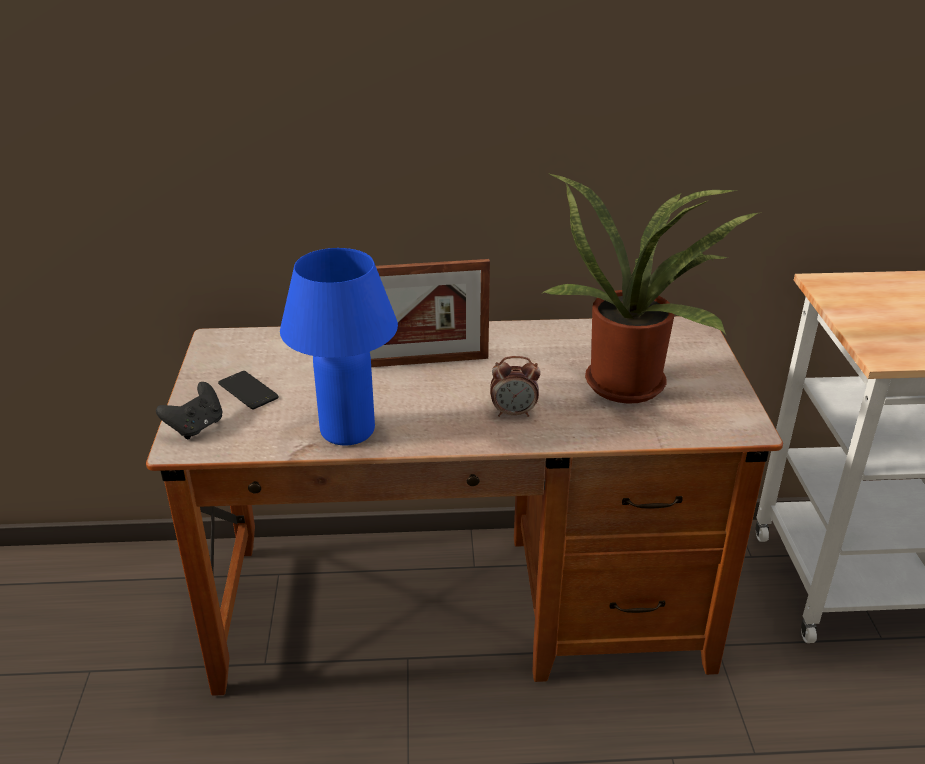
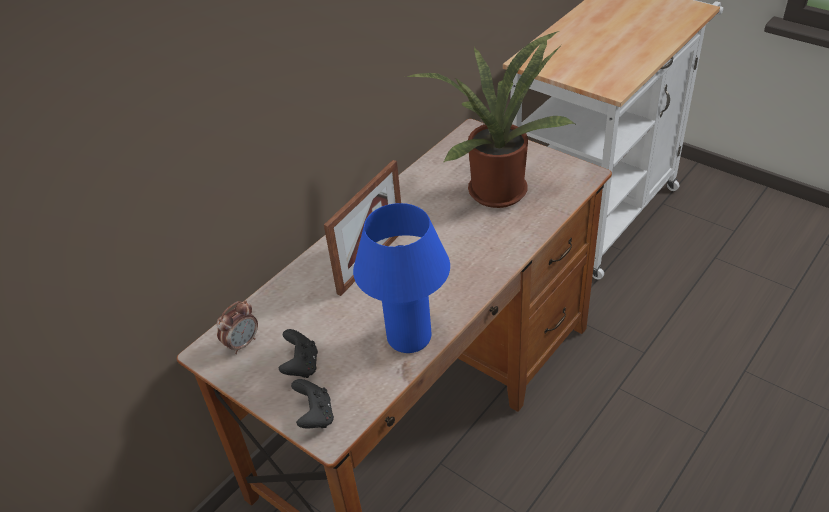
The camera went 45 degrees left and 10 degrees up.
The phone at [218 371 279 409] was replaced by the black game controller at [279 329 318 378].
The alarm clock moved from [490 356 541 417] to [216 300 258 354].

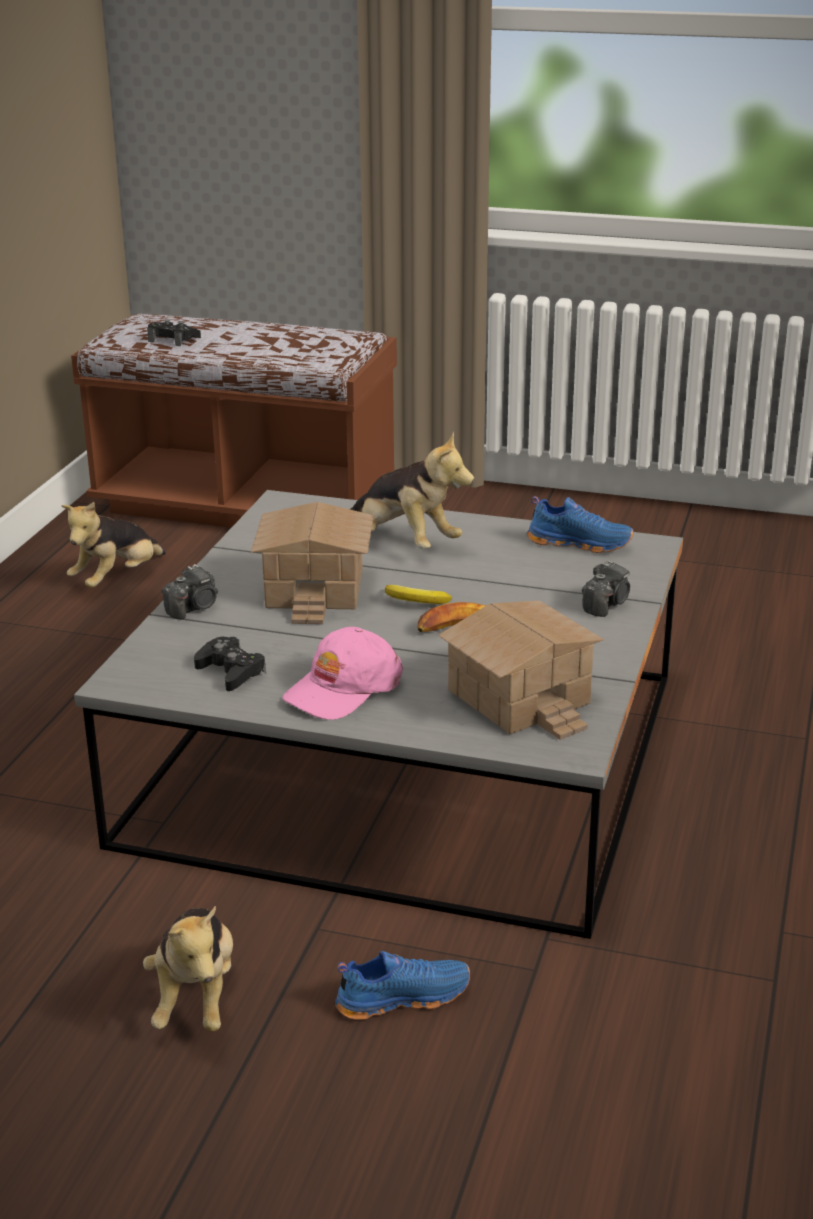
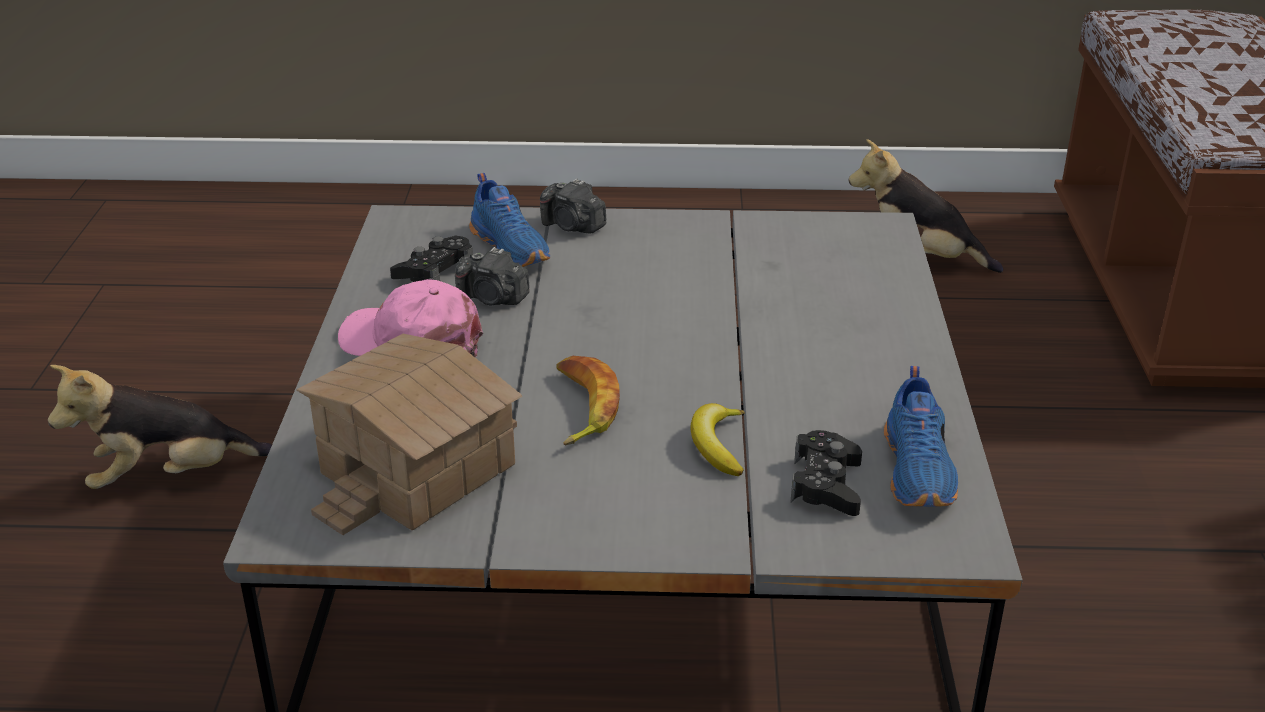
The camera went 75 degrees right and 5 degrees up.
The black game controller moved from [147 319 201 346] to [790 430 862 516].
The toy house at [251 502 374 624] disappeared.
The blue shoe moved from [335 951 470 1020] to [469 173 550 267].
The plush toy at [350 432 474 549] disappeared.
The banana moved from [385 585 452 604] to [690 403 745 476].
The photo camera moved from [582 561 630 617] to [455 247 530 305].

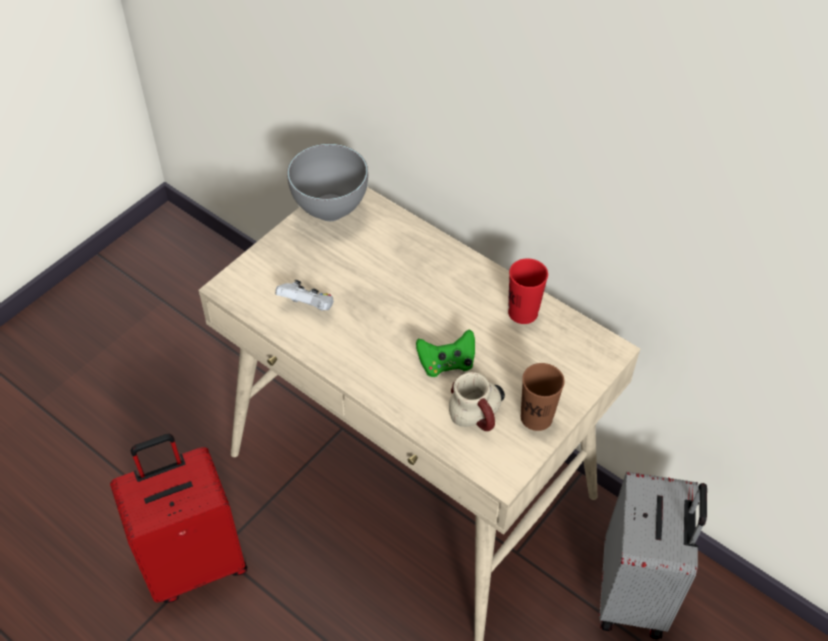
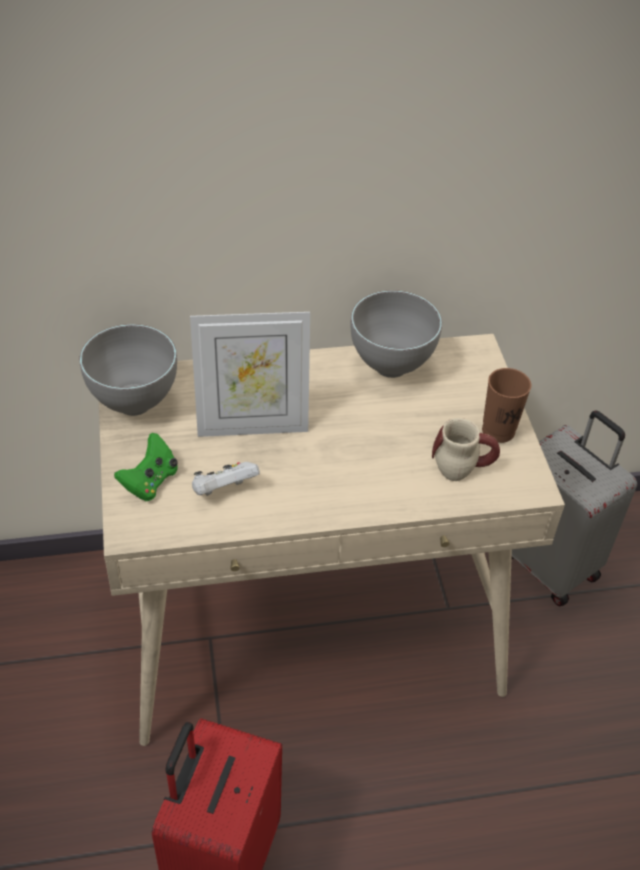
The camera went 50 degrees left and 5 degrees down.
The green game controller moved from [416 329 475 377] to [114 433 178 501].
The red cup at [508 258 548 324] was replaced by the grey bowl at [350 290 442 378].
The picture frame at [190 312 310 437] appeared.

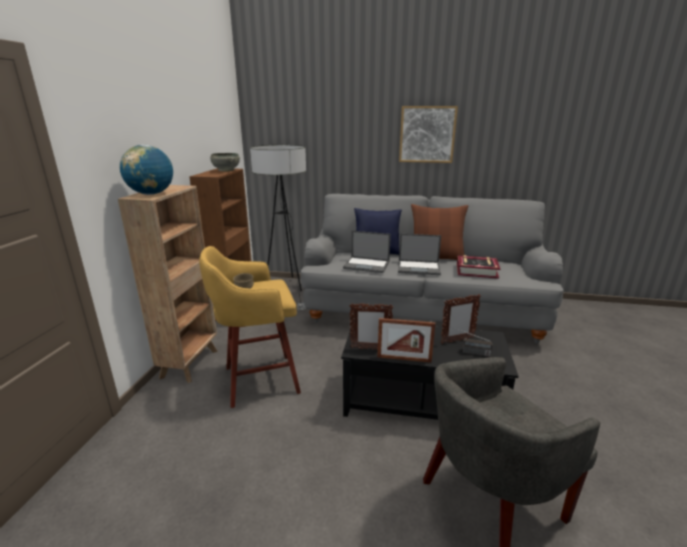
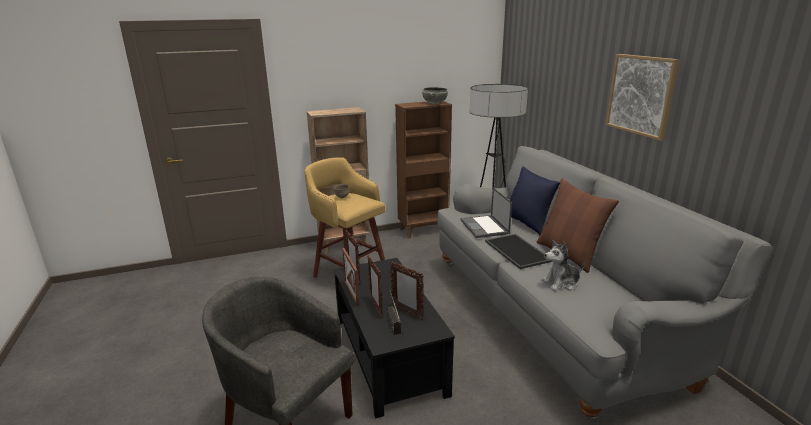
The camera went 60 degrees right and 0 degrees up.
The globe at [119 145 173 195] disappeared.
The laptop at [398 234 441 275] was replaced by the tray at [485 234 553 269].
The book at [457 255 500 279] was replaced by the plush toy at [541 240 585 291].
The picture frame at [367 255 383 318] appeared.

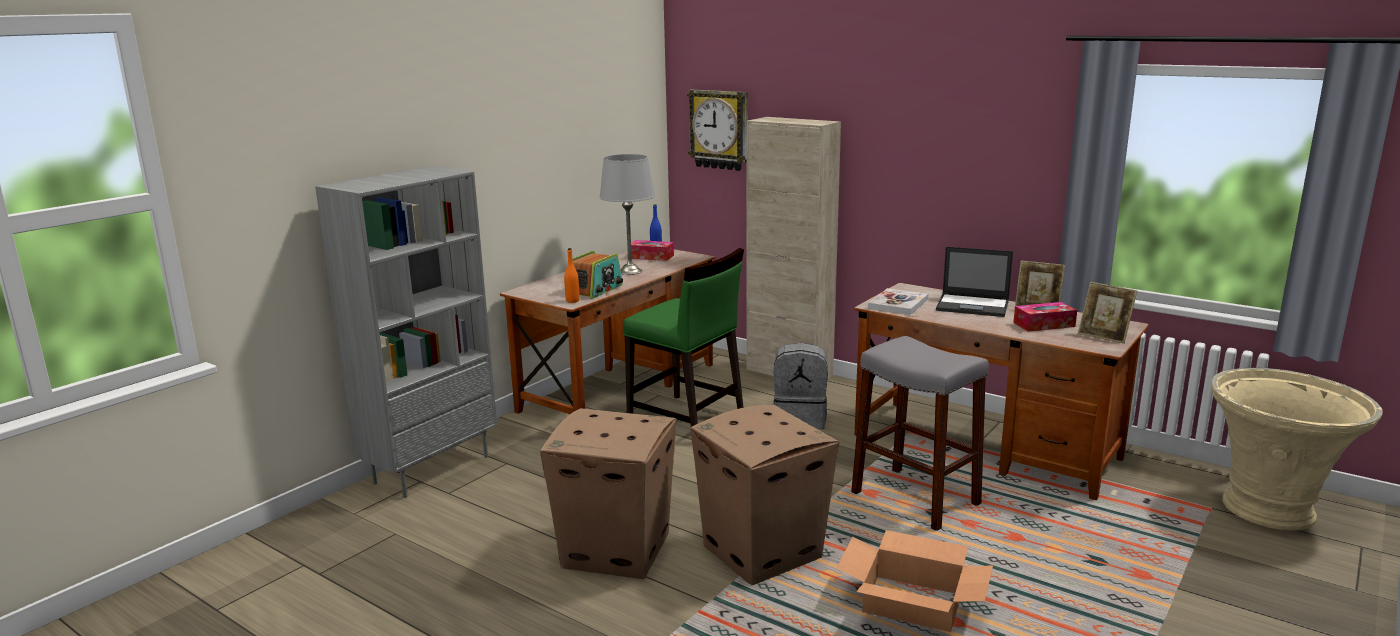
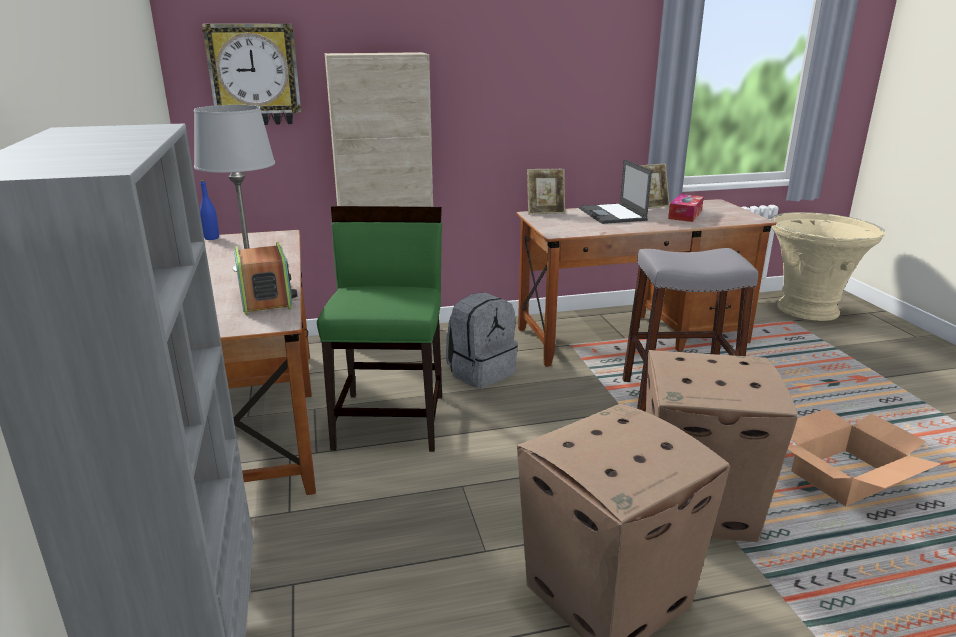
The camera went 50 degrees left and 5 degrees up.
The orange bottle at [564 248 580 303] disappeared.
The green chair at [623 248 744 427] turned 75 degrees counterclockwise.
The tissue box at [631 240 674 261] disappeared.
The book at [868 288 928 315] disappeared.
The laptop at [936 247 1013 317] turned 105 degrees clockwise.
The picture frame moved from [1078 282 1137 344] to [527 169 565 215].

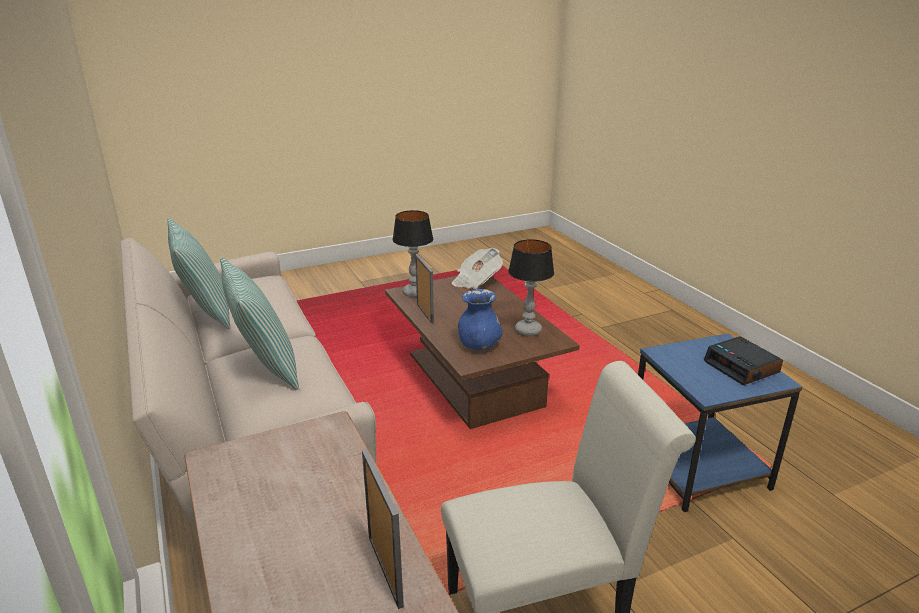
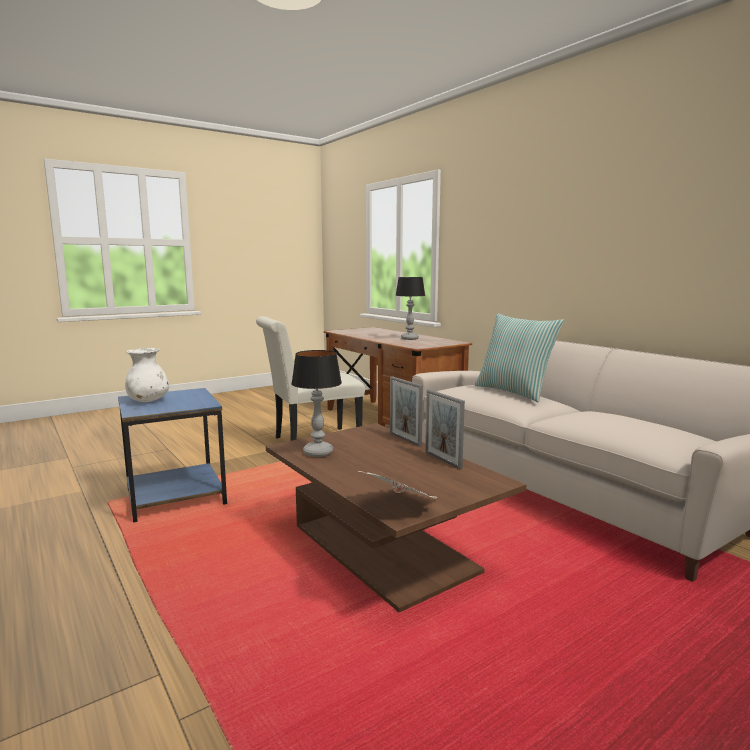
The camera went 170 degrees right and 15 degrees down.
The pillow at [167 218 230 329] disappeared.
The picture frame moved from [362 449 404 609] to [390 376 423 447].
The table lamp moved from [392 210 433 297] to [395 277 425 340].
The blue vase at [458 289 502 350] disappeared.
The alarm clock at [704 337 783 385] was replaced by the white vase at [125 348 169 402].

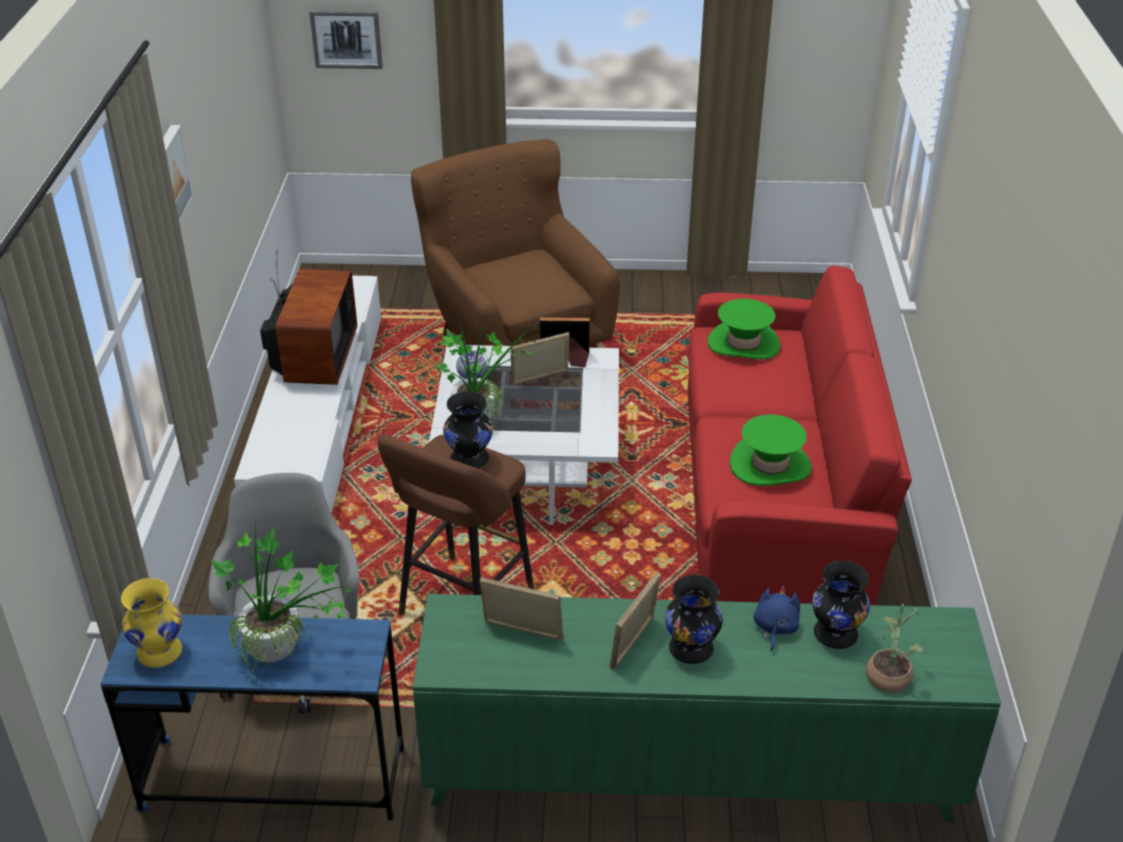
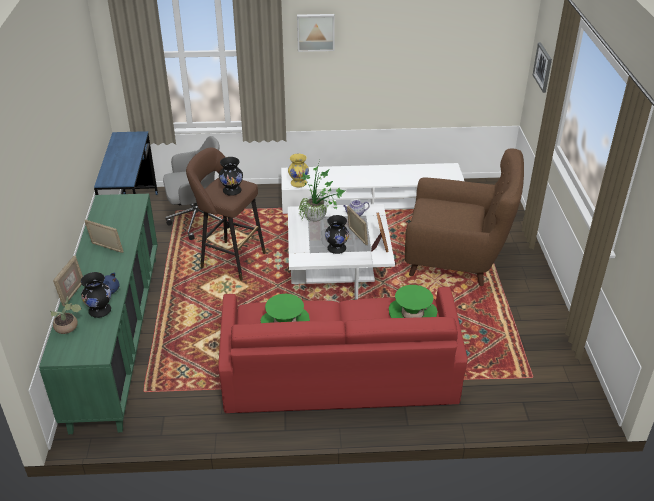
The camera went 85 degrees right and 0 degrees up.
The yellow vase moved from [121 578 182 668] to [288 154 309 187].
The potted plant at [211 519 353 671] disappeared.
The television at [260 253 357 385] disappeared.
The brown armchair at [411 139 620 348] turned 45 degrees clockwise.
The picture frame moved from [480 577 563 640] to [53 255 83 307].
The black vase moved from [665 575 723 664] to [325 215 349 254].

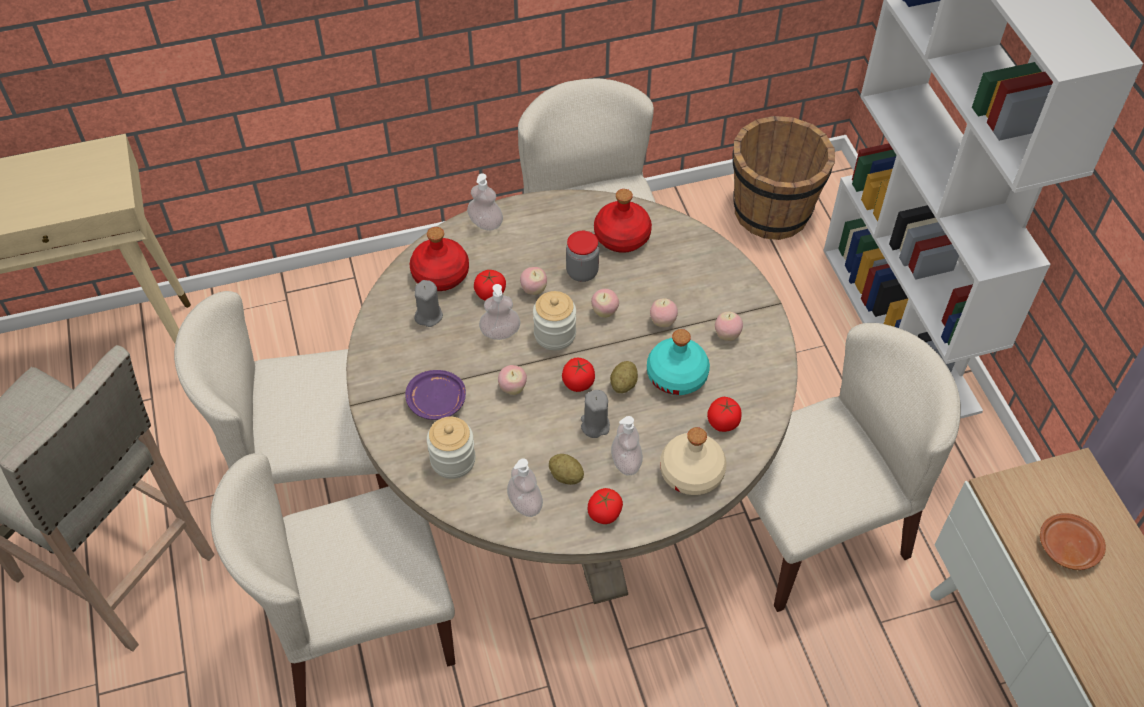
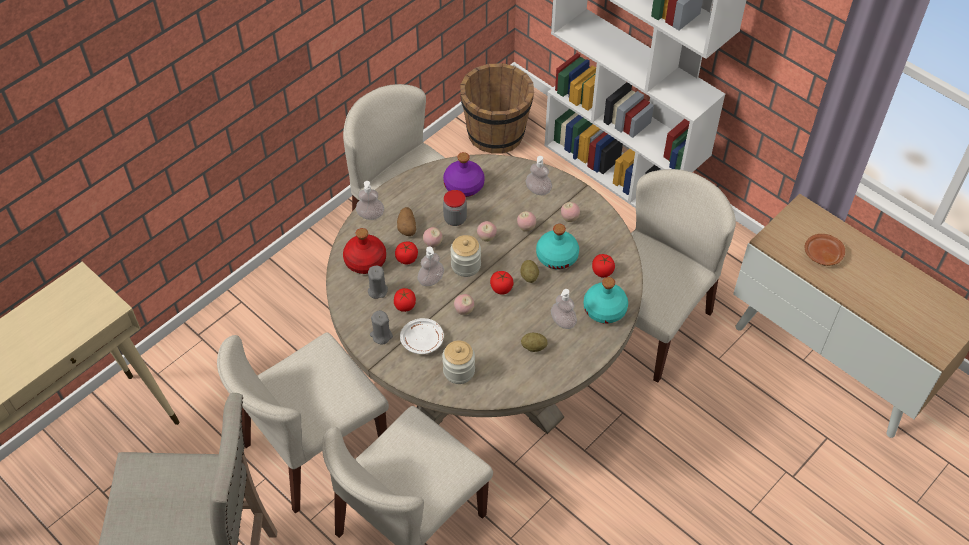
The camera went 30 degrees left and 0 degrees up.
The purple plate at [405 370 466 420] became the white plate at [400 318 444 354].
The soap dispenser moved from [507 459 543 517] to [525 156 552 195].
The grey candle moved from [581 390 610 438] to [370 310 393 344].
The tomato moved from [588 488 623 524] to [394 288 416 312].
The red bottle at [594 189 652 253] became the purple bottle at [443 152 485 197].
The beige bottle at [660 427 727 495] became the turquoise bottle at [584 277 628 323].
The potato at [397 207 416 236] appeared.

